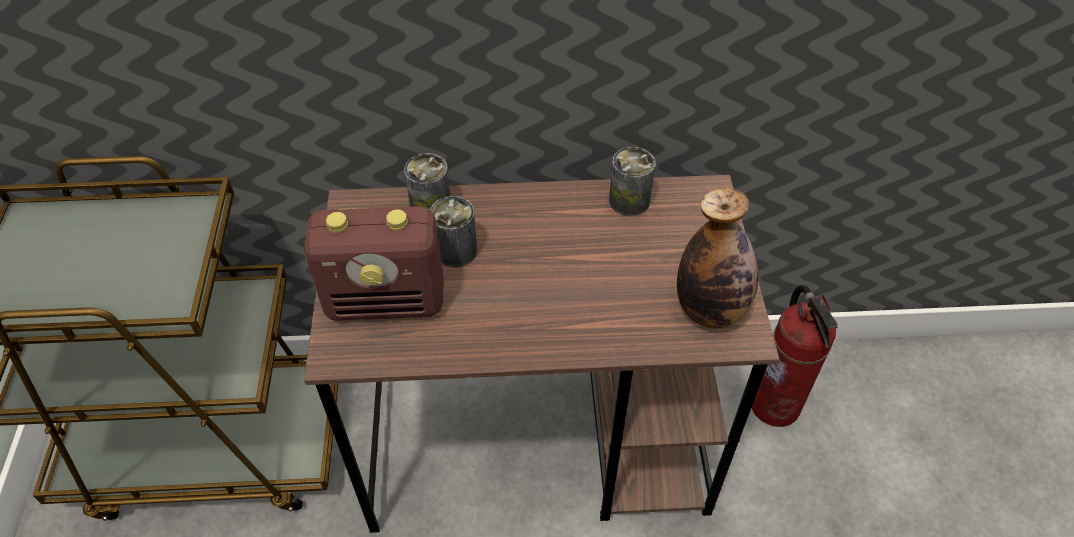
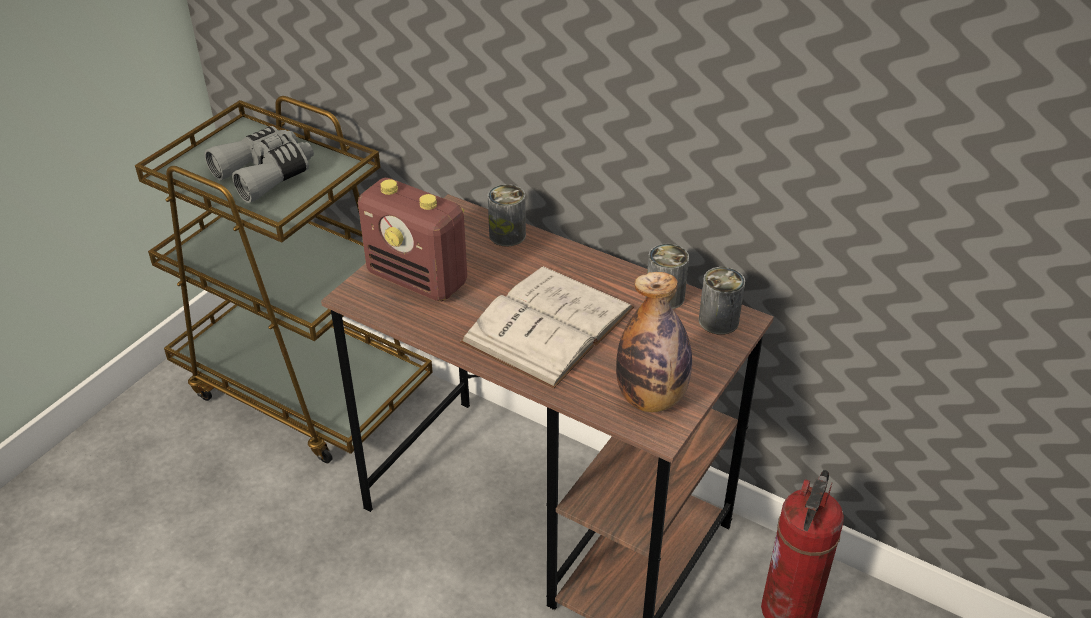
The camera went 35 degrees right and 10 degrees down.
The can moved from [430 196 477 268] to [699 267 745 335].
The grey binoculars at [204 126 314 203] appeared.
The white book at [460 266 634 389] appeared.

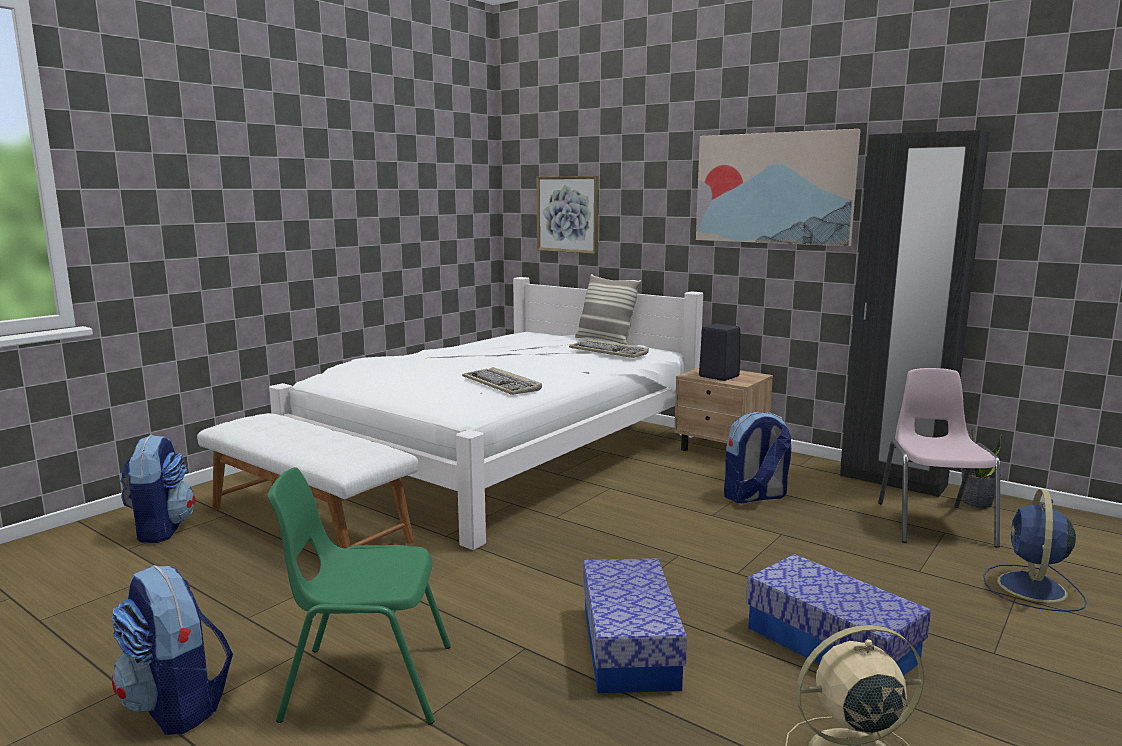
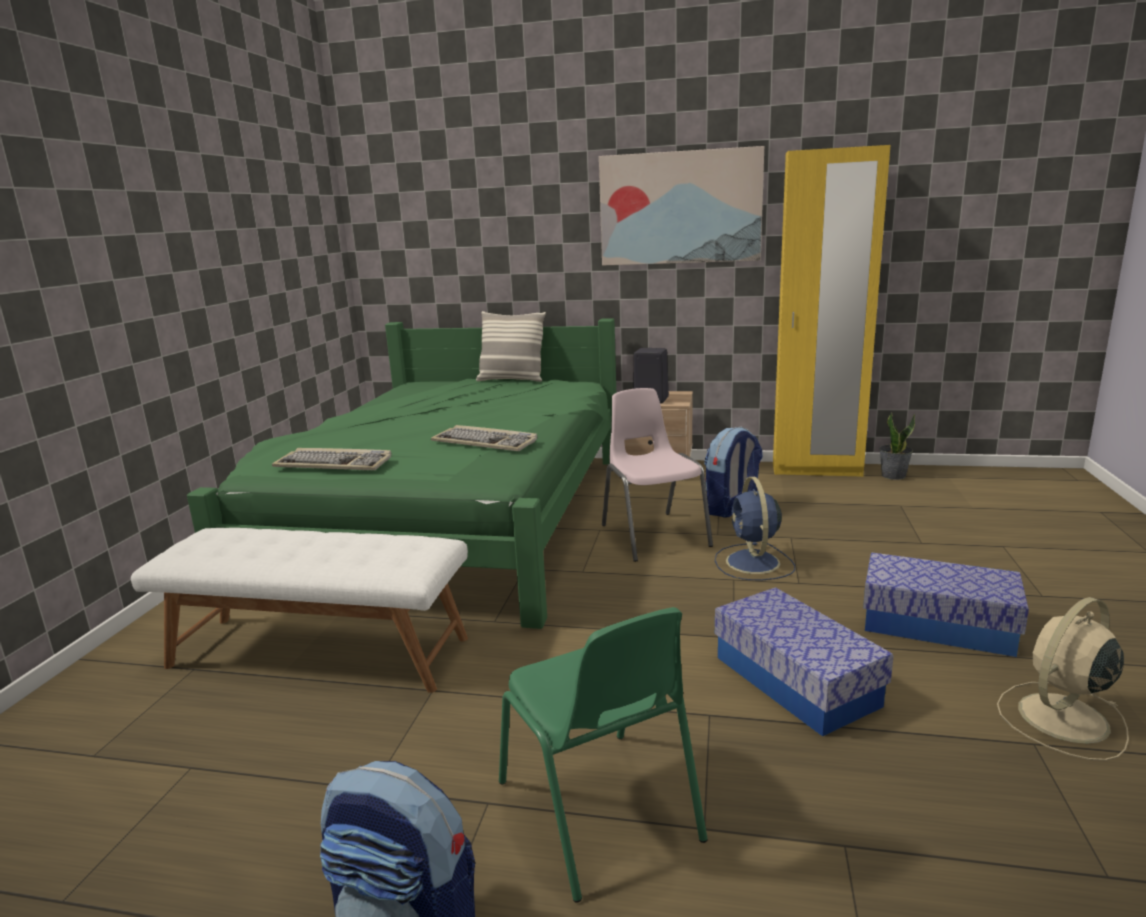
The camera went 25 degrees left and 5 degrees up.
The backpack at [121 435 195 543] disappeared.
The green chair at [268 467 451 725] turned 90 degrees counterclockwise.
The white bed at [269 277 703 550] became the green bed at [187 318 616 629].
The picture at [536 176 599 254] disappeared.
The keyboard moved from [569 339 649 358] to [272 448 391 471].
The black wardrobe at [840 130 990 497] became the yellow wardrobe at [773 145 890 477].
The pink chair moved from [878 368 1000 548] to [602 388 713 562].
The blue fan moved from [984 489 1087 612] to [715 477 795 580].

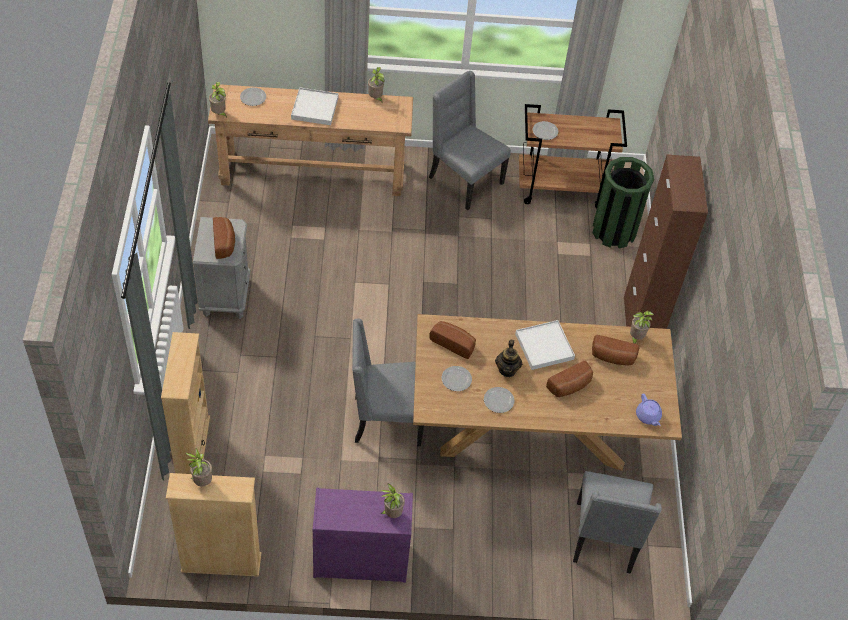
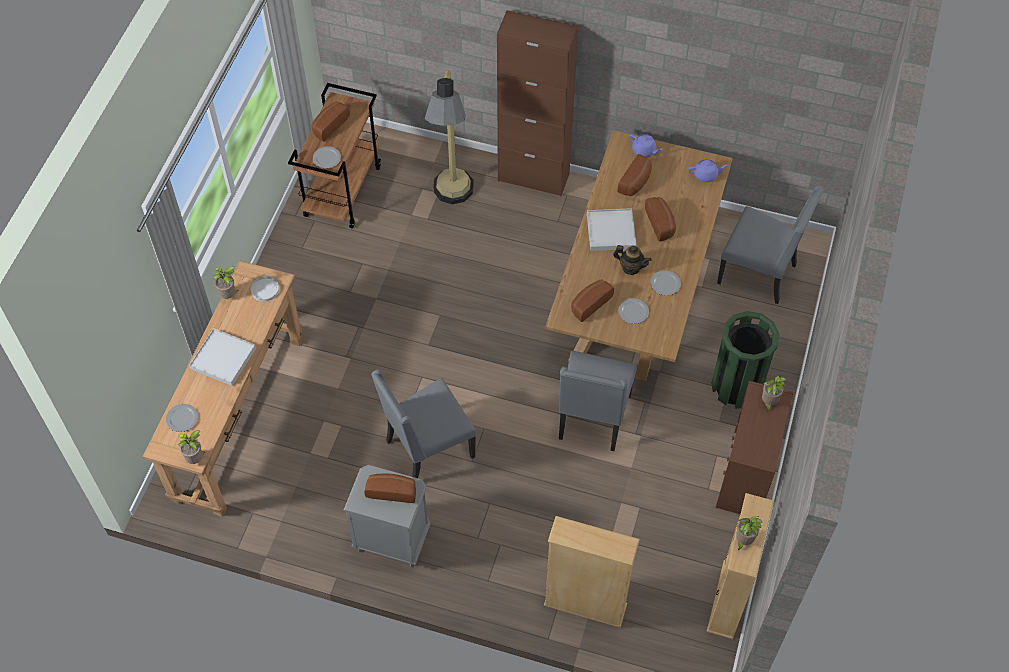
The camera went 70 degrees left and 5 degrees up.
The purple dresser at [313 488 413 583] became the brown dresser at [716 381 794 514].
The grey chair moved from [429 71 511 210] to [371 370 476 478].
The green trash can moved from [593 157 654 248] to [711 311 780 408].
The potted plant at [630 311 654 344] disappeared.
The white plate at [251 276 279 302] appeared.
The bread at [312 102 350 141] appeared.
The floor lamp at [425 70 474 204] appeared.
The purple teapot at [629 134 663 157] appeared.

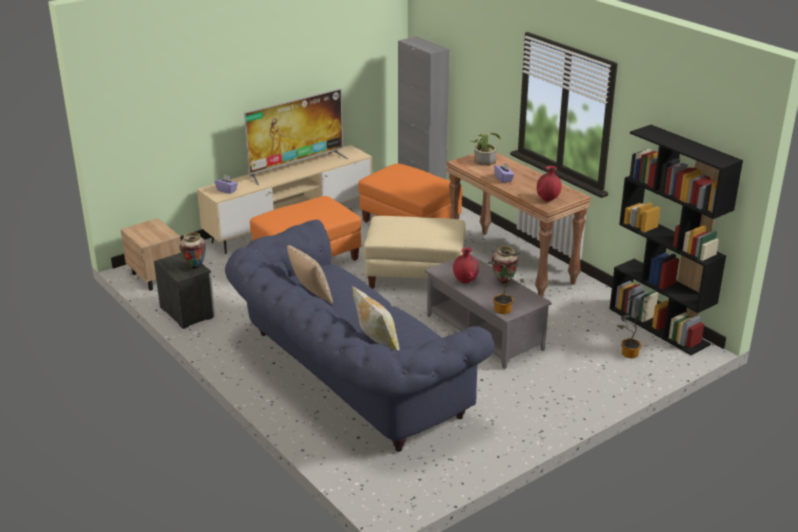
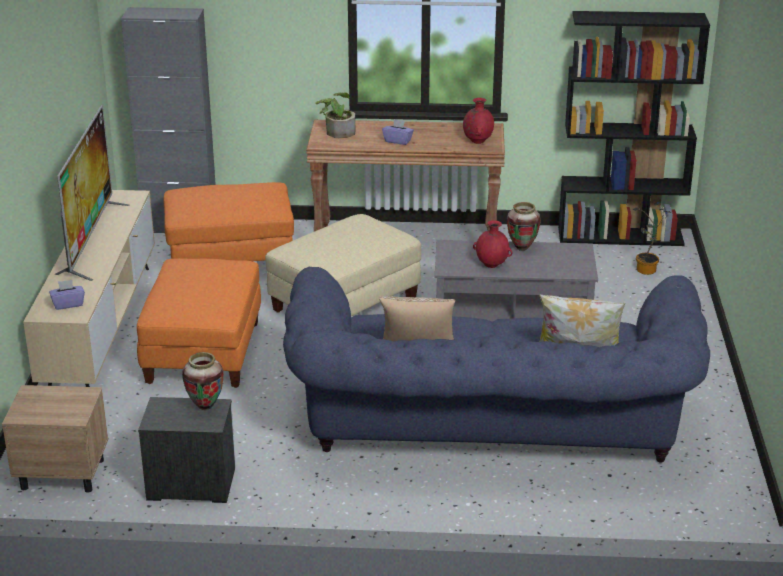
The camera went 50 degrees left and 0 degrees up.
The potted plant at [489 249 525 314] disappeared.

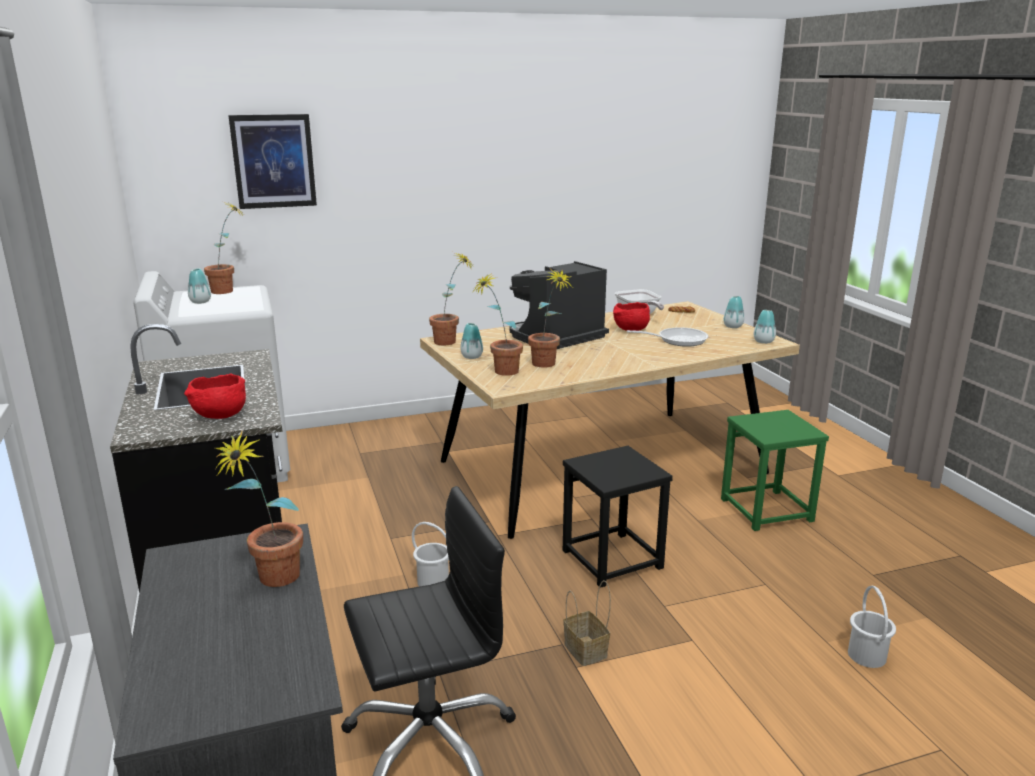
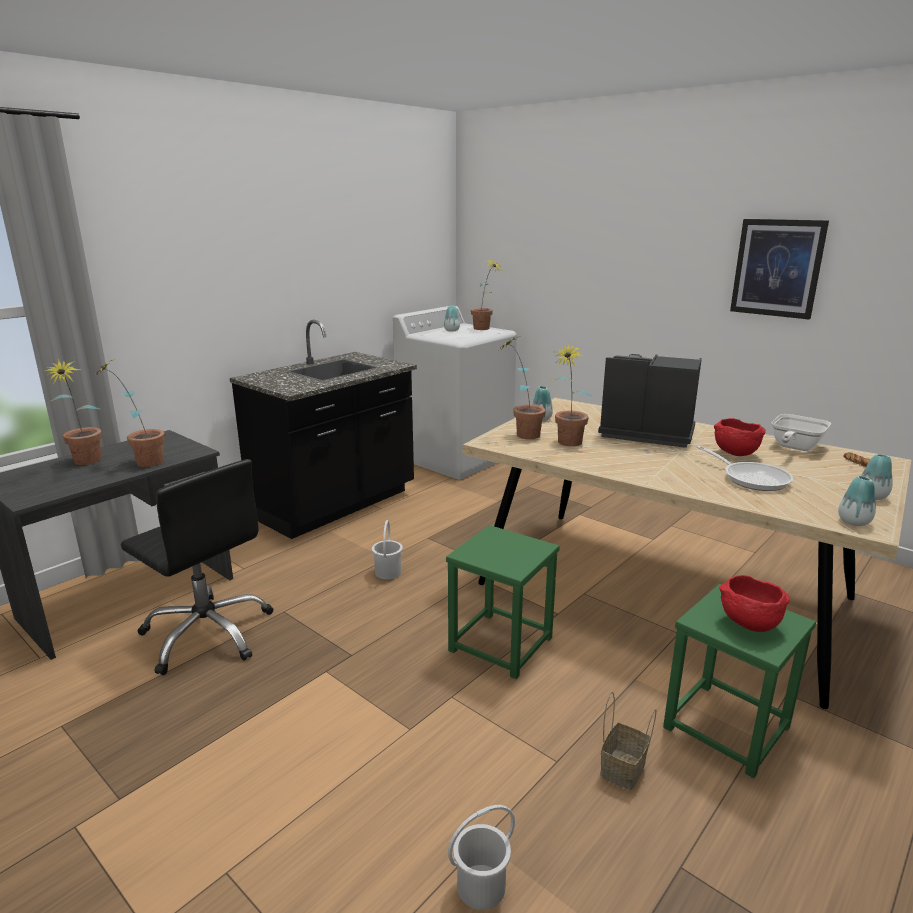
The camera went 60 degrees right and 0 degrees up.
The red bowl moved from [184 373 246 419] to [719 575 790 632].
The picture moved from [228 114 317 209] to [730 219 829 319].
The potted plant moved from [429 252 475 345] to [45 359 102 465].
The black stool at [563 446 673 588] became the green stool at [446 525 560 679].
The basket moved from [563 580 611 666] to [600 692 656 790].

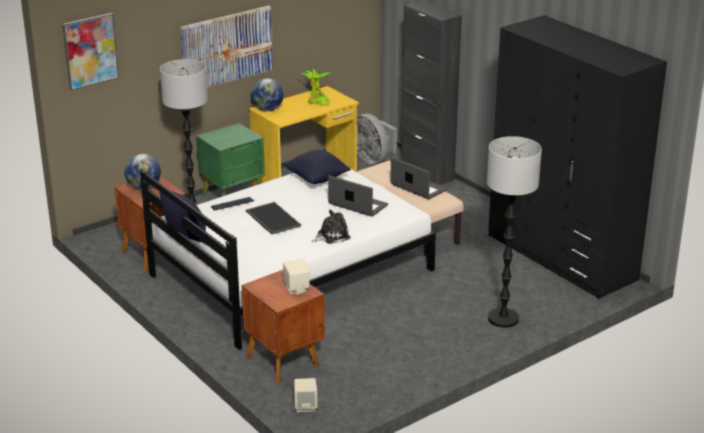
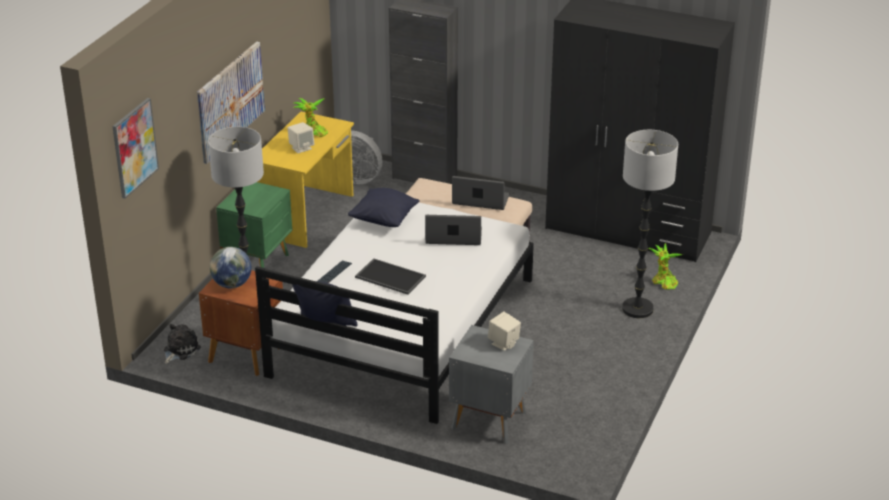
The camera went 30 degrees left and 5 degrees up.
The brown nightstand at [241 270 325 383] became the grey nightstand at [449 325 534 444].
The globe at [251 78 284 111] disappeared.
The beige speaker moved from [294 378 318 412] to [287 122 314 153].
The plush toy moved from [311 209 350 243] to [164 324 201 364].
The potted plant at [648 243 683 289] appeared.

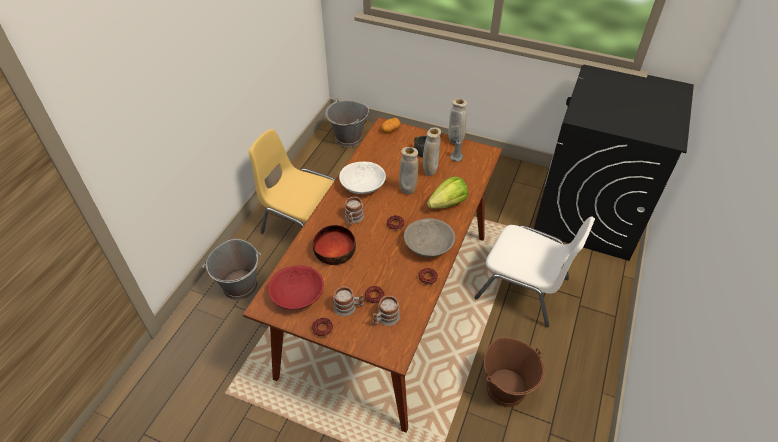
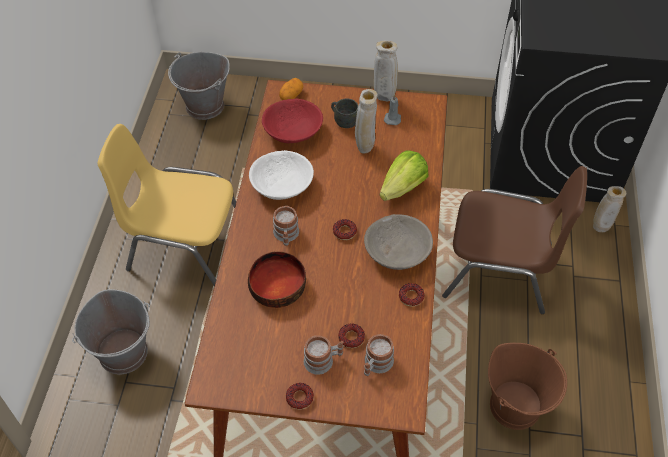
The camera went 15 degrees left and 5 degrees up.
The red bowl moved from [268 265 324 310] to [262 98 323 143].
The beige vase moved from [399 147 418 194] to [593 186 626 232].
The white chair at [474 216 595 327] became the brown chair at [442 166 587 314].

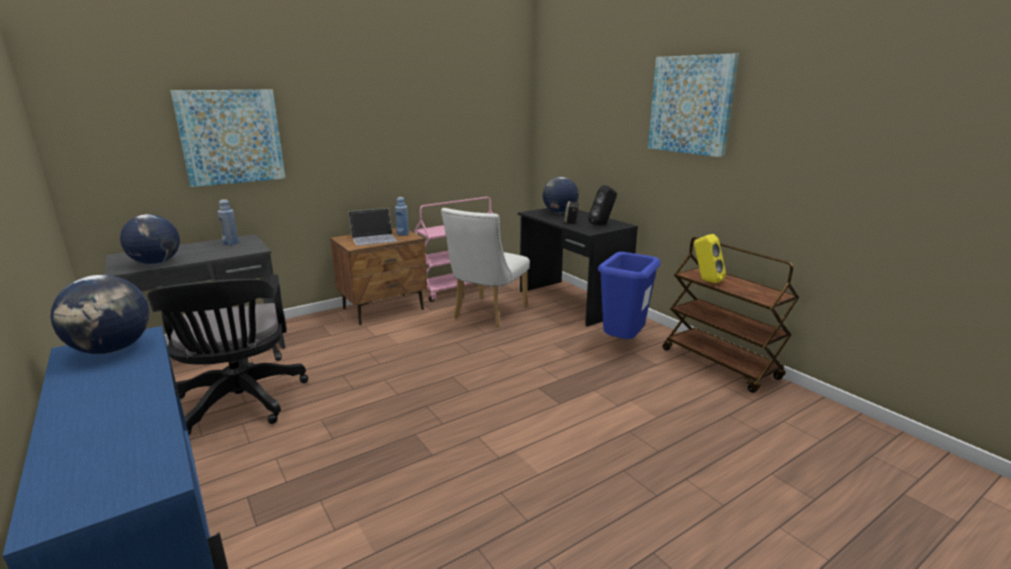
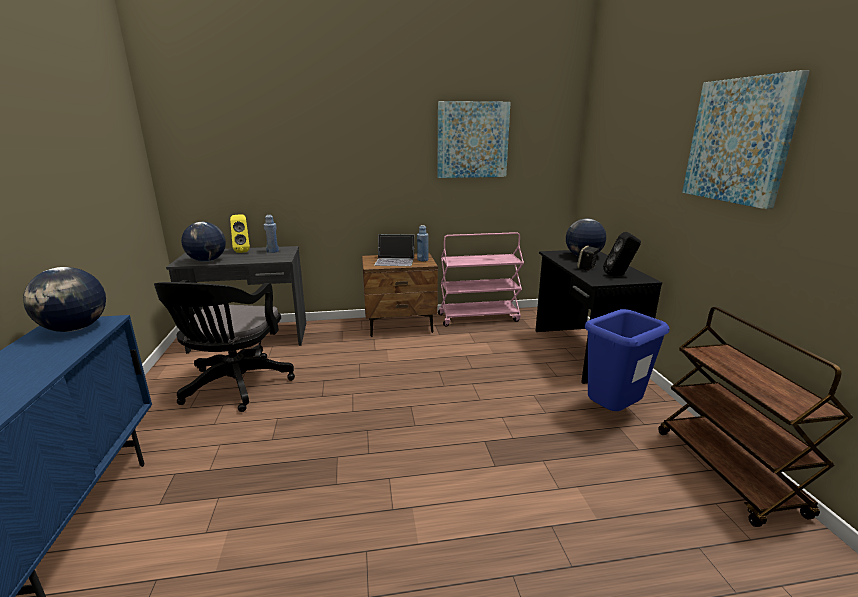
The camera went 25 degrees right and 0 degrees up.
The picture moved from [170 90 285 187] to [437 101 511 178].
The white chair at [441 208 530 328] disappeared.
The yellow speaker moved from [694 234 726 283] to [230 215 250 253].

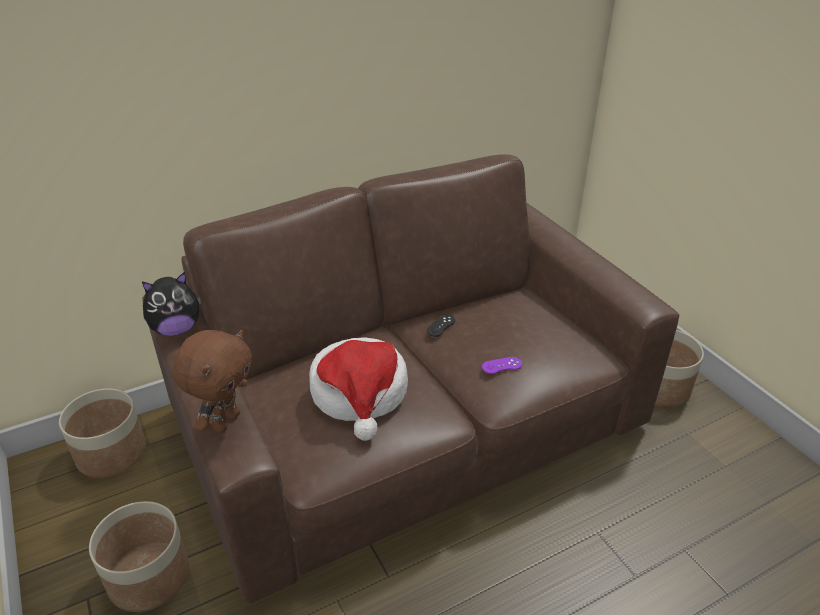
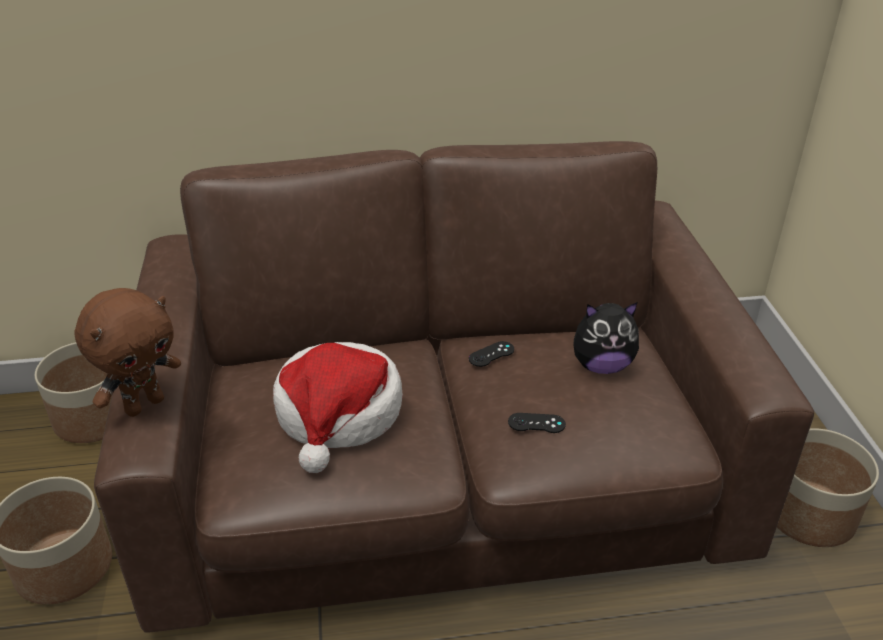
The camera went 20 degrees right and 0 degrees up.
The plush toy moved from [142 272 201 336] to [573 302 639 374].
The purple game controller at [482 357 522 374] became the black game controller at [508 413 566 433].

